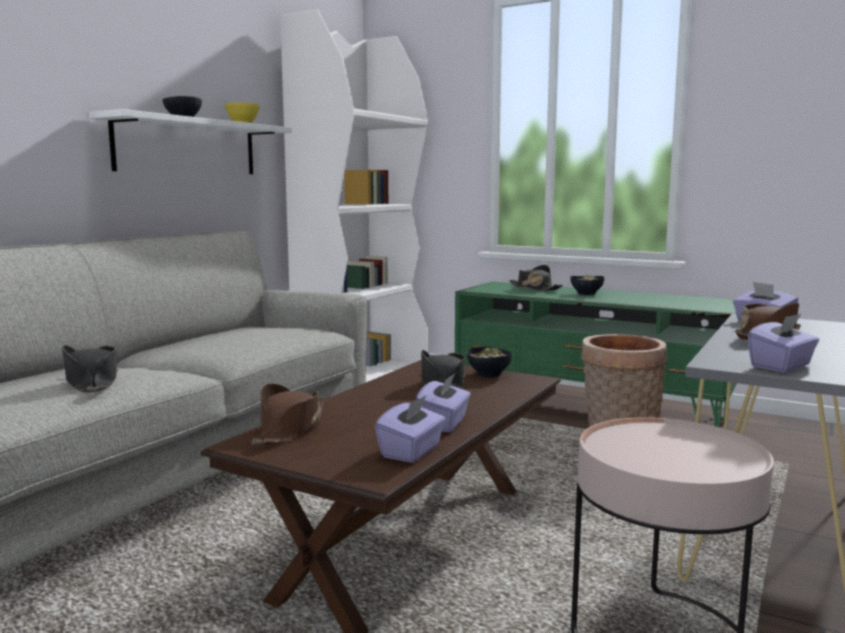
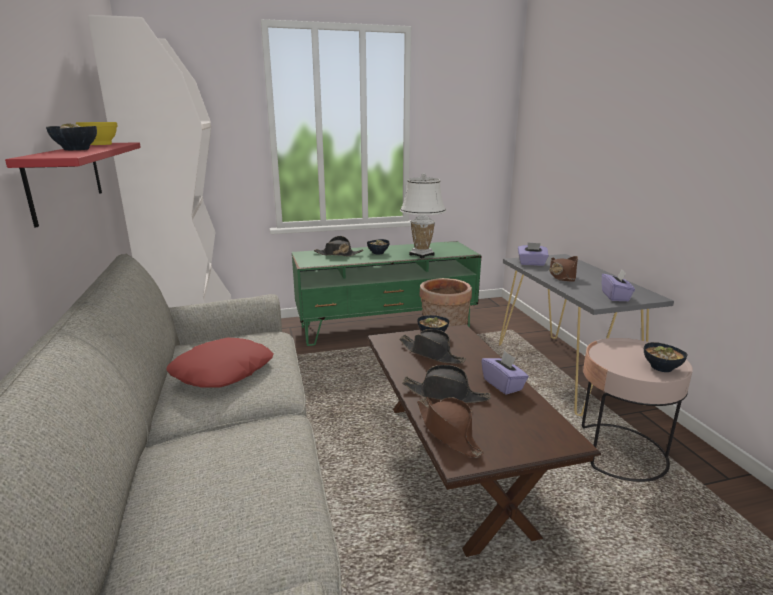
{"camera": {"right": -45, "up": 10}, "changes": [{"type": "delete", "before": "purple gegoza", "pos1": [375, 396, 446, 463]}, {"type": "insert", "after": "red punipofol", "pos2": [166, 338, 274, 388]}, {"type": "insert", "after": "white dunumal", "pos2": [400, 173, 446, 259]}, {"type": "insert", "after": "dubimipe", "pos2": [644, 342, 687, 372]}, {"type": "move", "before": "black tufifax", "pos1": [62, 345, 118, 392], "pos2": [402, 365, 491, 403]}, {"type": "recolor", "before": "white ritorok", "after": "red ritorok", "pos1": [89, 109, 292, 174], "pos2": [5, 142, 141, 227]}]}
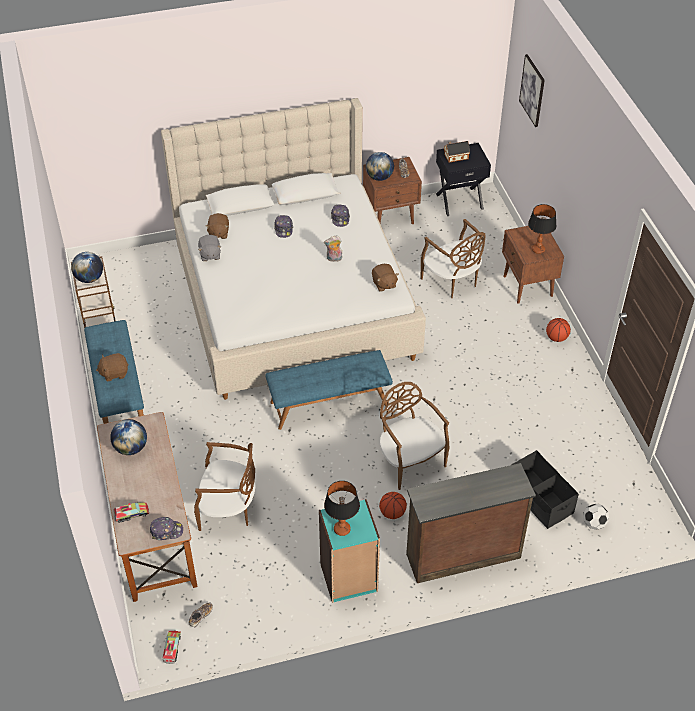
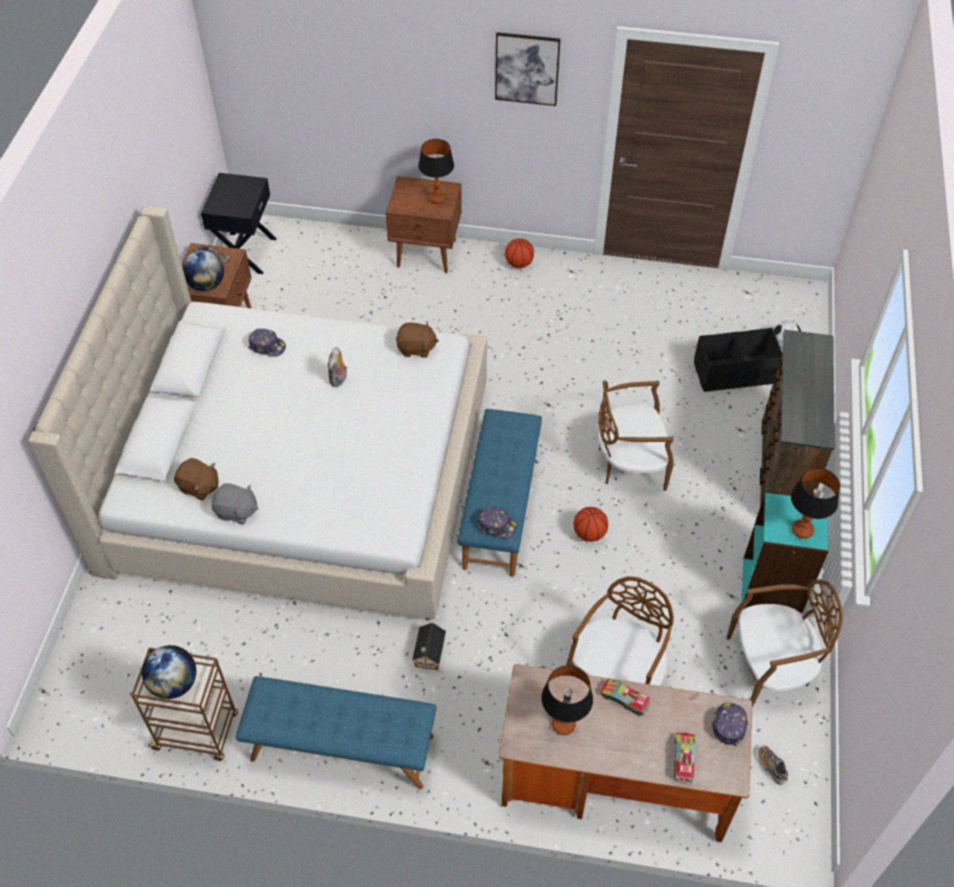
{"camera": {"right": -65, "up": 5}, "changes": [{"type": "delete", "before": "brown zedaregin", "pos1": [96, 353, 129, 381]}, {"type": "move", "before": "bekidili", "pos1": [162, 631, 181, 664], "pos2": [600, 679, 651, 716]}, {"type": "move", "before": "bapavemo", "pos1": [274, 215, 293, 238], "pos2": [478, 507, 517, 538]}, {"type": "move", "before": "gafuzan", "pos1": [379, 492, 407, 519], "pos2": [574, 507, 608, 542]}, {"type": "move", "before": "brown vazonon", "pos1": [421, 219, 486, 298], "pos2": [727, 579, 843, 707]}, {"type": "move", "before": "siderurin", "pos1": [444, 141, 470, 163], "pos2": [412, 623, 446, 670]}, {"type": "move", "before": "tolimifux", "pos1": [519, 54, 545, 127], "pos2": [495, 32, 560, 106]}, {"type": "replace", "before": "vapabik", "after": "dunumal", "pos1": [110, 419, 147, 455], "pos2": [541, 665, 593, 735]}]}
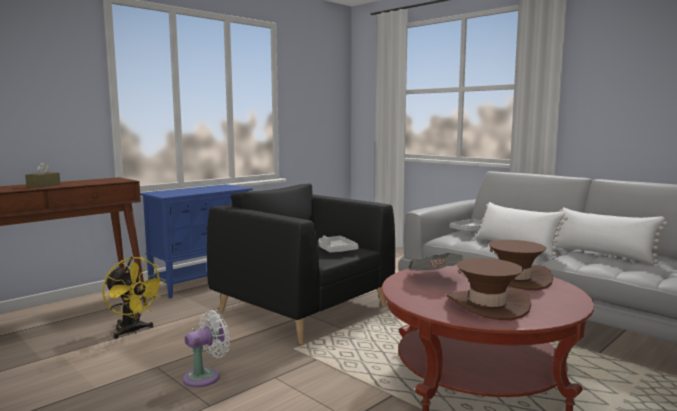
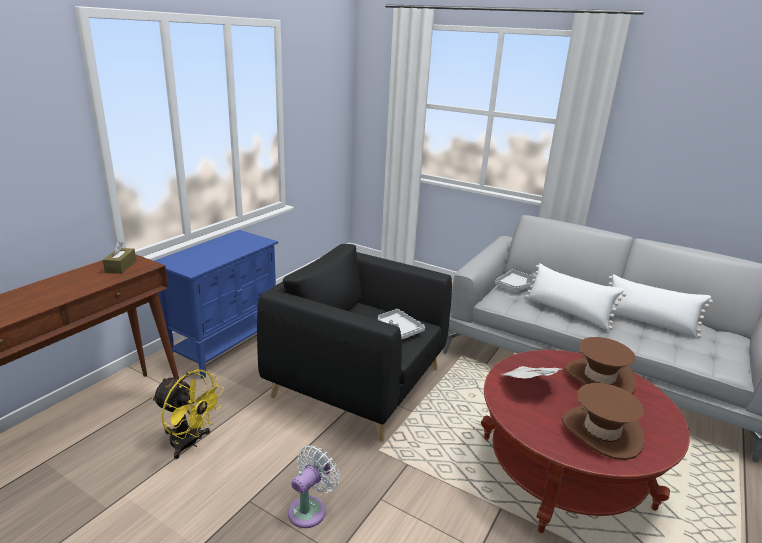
{"camera": {"right": -15, "up": 15}, "changes": [{"type": "move", "before": "brown gegoza", "pos1": [25, 162, 60, 188], "pos2": [103, 241, 136, 274]}]}
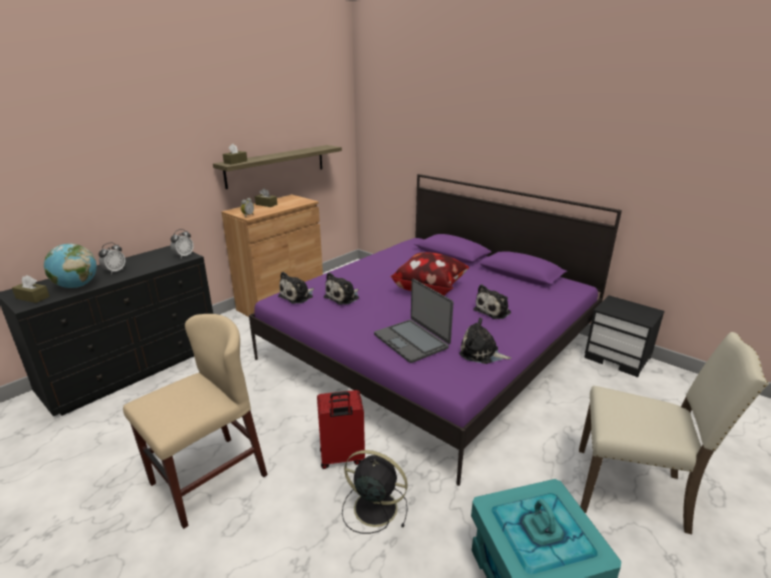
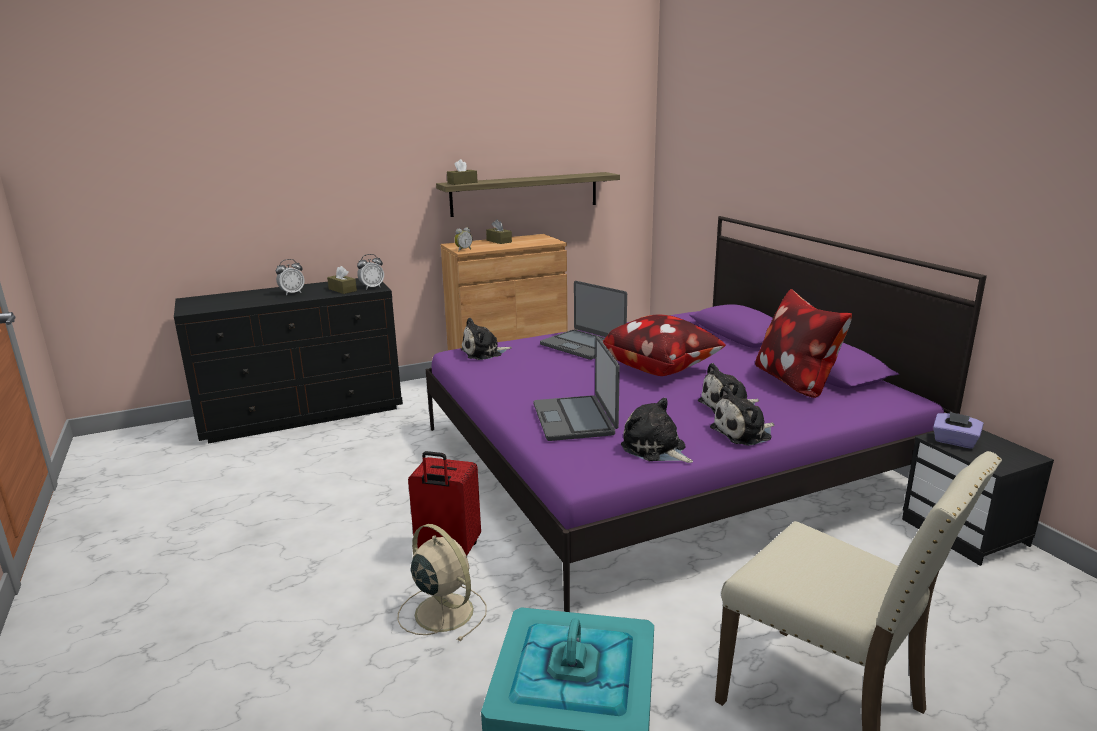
{"camera": {"right": 25, "up": -5}, "changes": [{"type": "delete", "before": "vapabik", "pos1": [44, 243, 97, 288]}, {"type": "delete", "before": "beige vazonon", "pos1": [123, 314, 267, 529]}, {"type": "insert", "after": "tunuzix", "pos2": [540, 281, 627, 360]}, {"type": "insert", "after": "punipofol", "pos2": [755, 289, 852, 398]}, {"type": "insert", "after": "purple gegoza", "pos2": [933, 412, 984, 449]}, {"type": "move", "before": "brown gegoza", "pos1": [12, 275, 50, 303], "pos2": [327, 266, 357, 294]}, {"type": "move", "before": "zedaregin", "pos1": [324, 272, 359, 305], "pos2": [710, 386, 774, 446]}, {"type": "recolor", "before": "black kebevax", "after": "beige kebevax", "pos1": [342, 450, 408, 534], "pos2": [397, 524, 487, 641]}]}
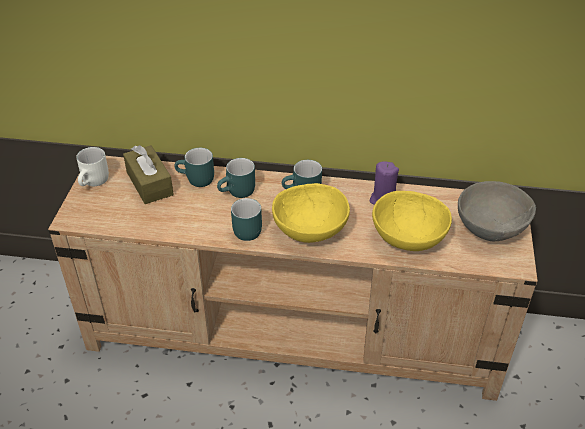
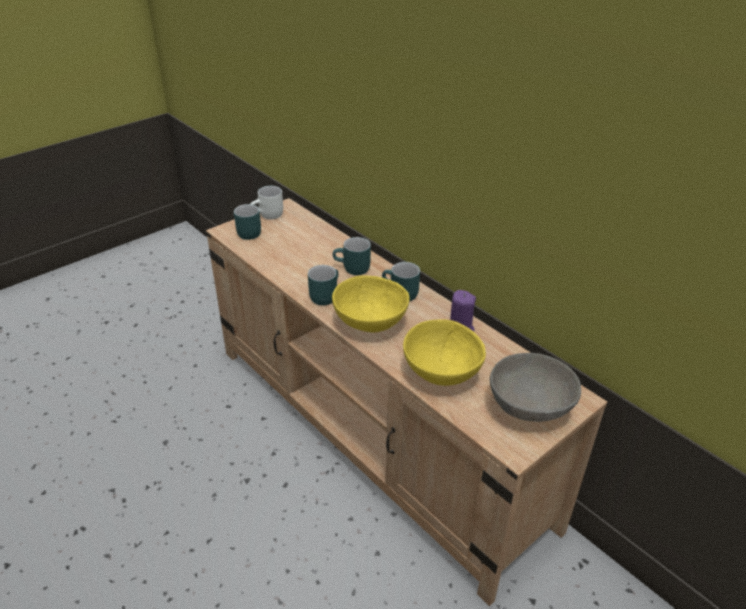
{"camera": {"right": 40, "up": -5}, "changes": [{"type": "delete", "before": "brown gegoza", "pos1": [123, 145, 174, 204]}, {"type": "move", "before": "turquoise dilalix", "pos1": [175, 148, 214, 187], "pos2": [234, 204, 261, 240]}]}
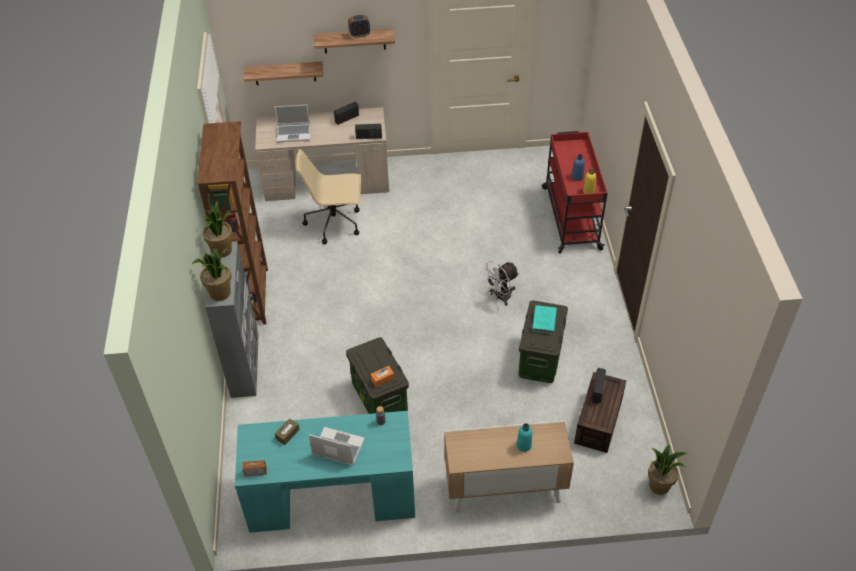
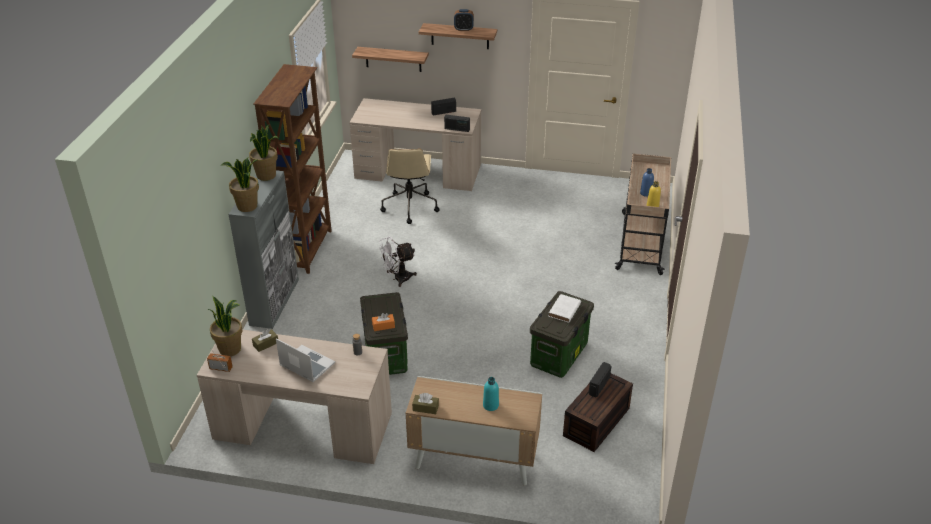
{"camera": {"right": 15, "up": -10}, "changes": [{"type": "delete", "before": "tunuzix", "pos1": [274, 105, 310, 142]}, {"type": "insert", "after": "brown gegoza", "pos2": [412, 393, 439, 414]}, {"type": "move", "before": "white kebevax", "pos1": [480, 261, 519, 306], "pos2": [379, 236, 417, 287]}, {"type": "move", "before": "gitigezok", "pos1": [648, 445, 687, 495], "pos2": [208, 296, 242, 356]}, {"type": "recolor", "before": "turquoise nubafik", "after": "beige nubafik", "pos1": [235, 411, 415, 533], "pos2": [197, 329, 392, 464]}, {"type": "recolor", "before": "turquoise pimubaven", "after": "white pimubaven", "pos1": [532, 305, 557, 334], "pos2": [549, 294, 581, 323]}, {"type": "recolor", "before": "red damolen", "after": "beige damolen", "pos1": [542, 131, 608, 254], "pos2": [615, 154, 671, 275]}, {"type": "rotate", "before": "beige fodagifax", "pos1": [295, 149, 361, 244], "pos2": [380, 149, 440, 224], "turn": -105}]}
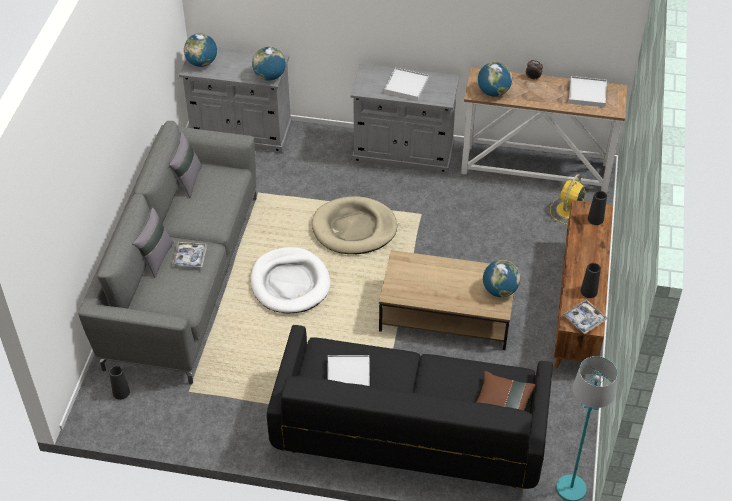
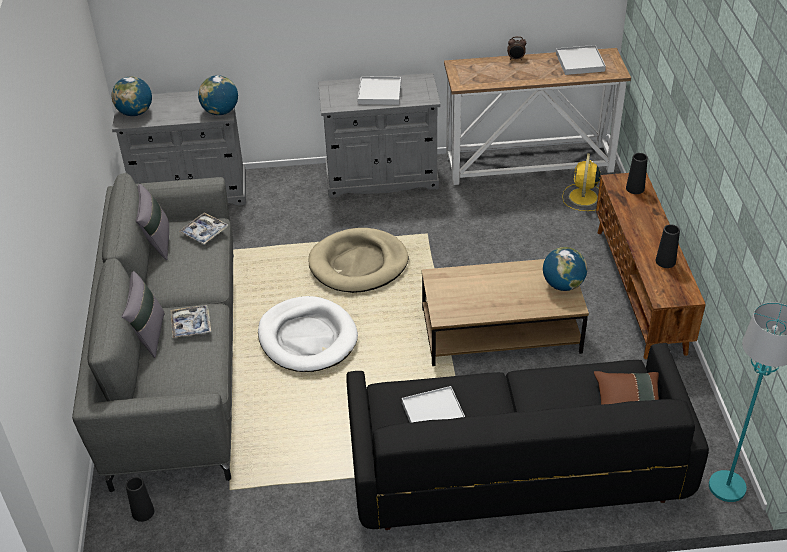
{"camera": {"right": -15, "up": -5}, "changes": [{"type": "delete", "before": "vapabik", "pos1": [478, 62, 512, 97]}, {"type": "move", "before": "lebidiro", "pos1": [563, 299, 607, 334], "pos2": [179, 212, 228, 244]}]}
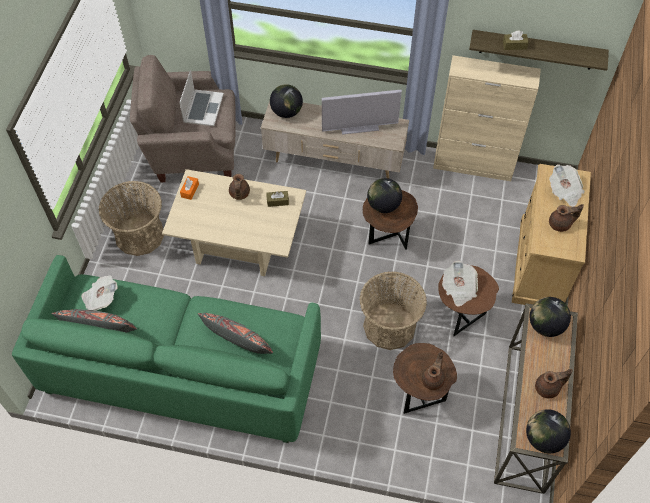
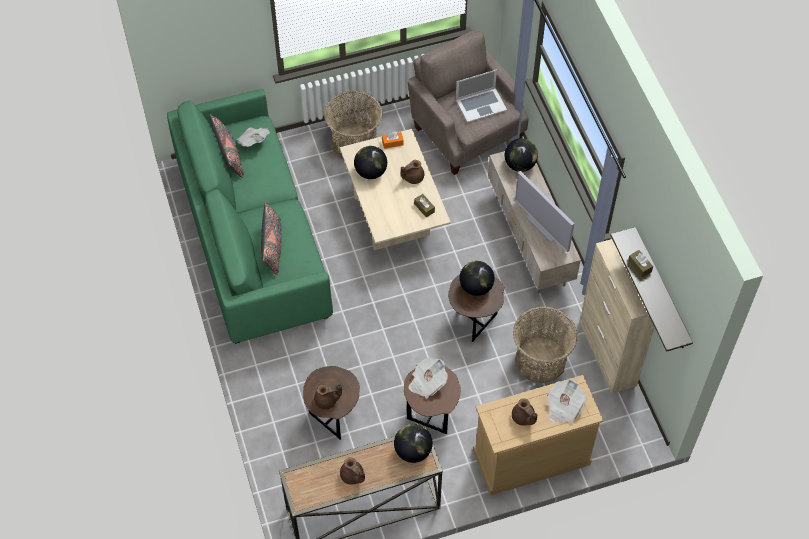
{"camera": {"right": 60, "up": 0}, "changes": [{"type": "move", "before": "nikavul", "pos1": [360, 271, 427, 350], "pos2": [513, 306, 578, 383]}, {"type": "move", "before": "vapabik", "pos1": [526, 409, 571, 453], "pos2": [354, 146, 387, 179]}]}
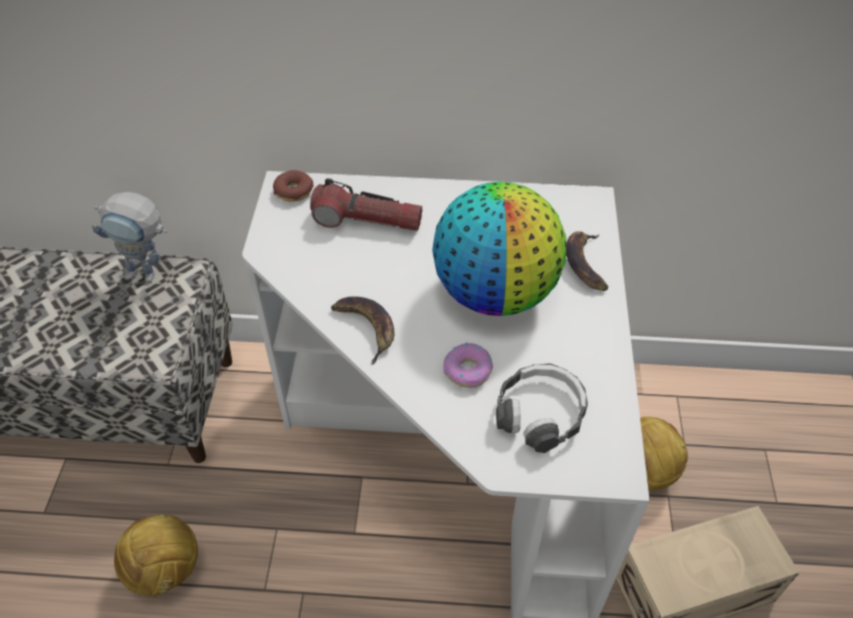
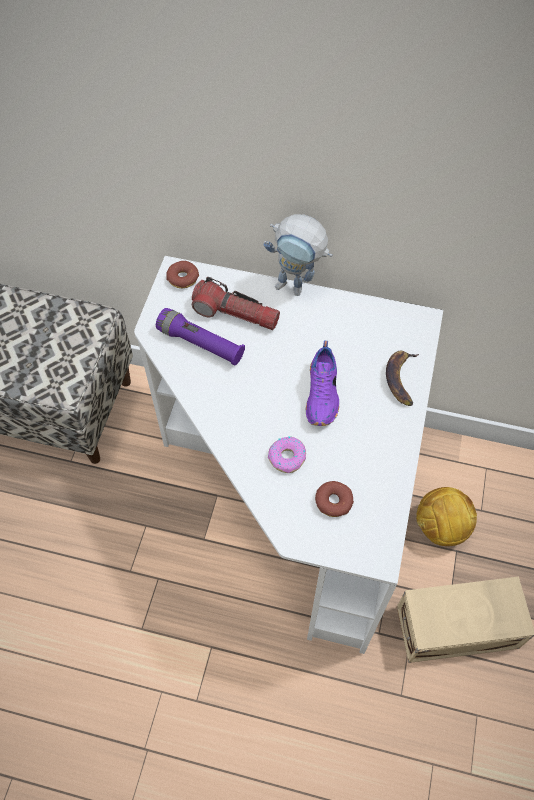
{"camera": {"right": 10, "up": 10}, "changes": [{"type": "delete", "before": "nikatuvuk", "pos1": [114, 514, 198, 597]}, {"type": "delete", "before": "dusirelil", "pos1": [331, 296, 394, 365]}, {"type": "insert", "after": "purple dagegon", "pos2": [156, 308, 245, 366]}, {"type": "move", "before": "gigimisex", "pos1": [92, 192, 167, 283], "pos2": [264, 214, 332, 296]}, {"type": "replace", "before": "vapabik", "after": "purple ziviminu", "pos1": [432, 182, 566, 316], "pos2": [306, 340, 339, 426]}, {"type": "replace", "before": "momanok", "after": "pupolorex", "pos1": [496, 363, 588, 453], "pos2": [315, 481, 354, 517]}]}
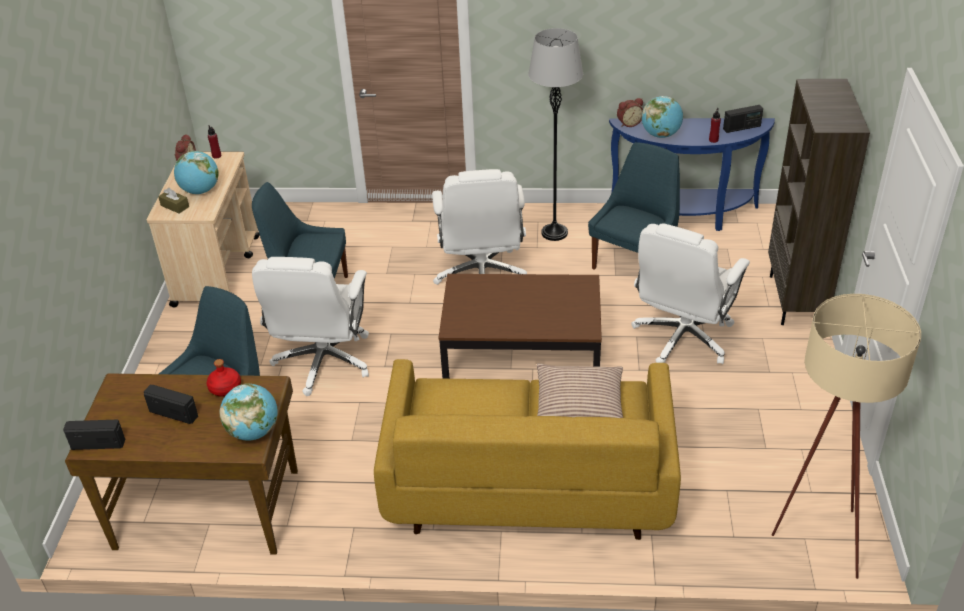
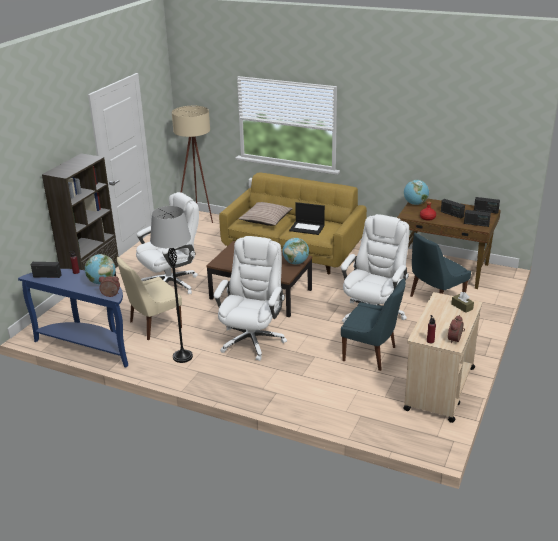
{"camera": {"right": -160, "up": -10}, "changes": [{"type": "insert", "after": "tunuzix", "pos2": [289, 202, 325, 235]}, {"type": "insert", "after": "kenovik", "pos2": [464, 210, 491, 227]}, {"type": "move", "before": "vapabik", "pos1": [174, 151, 219, 194], "pos2": [282, 238, 309, 264]}, {"type": "recolor", "before": "blue vazonon", "after": "beige vazonon", "pos1": [588, 142, 680, 270], "pos2": [117, 257, 182, 341]}]}
